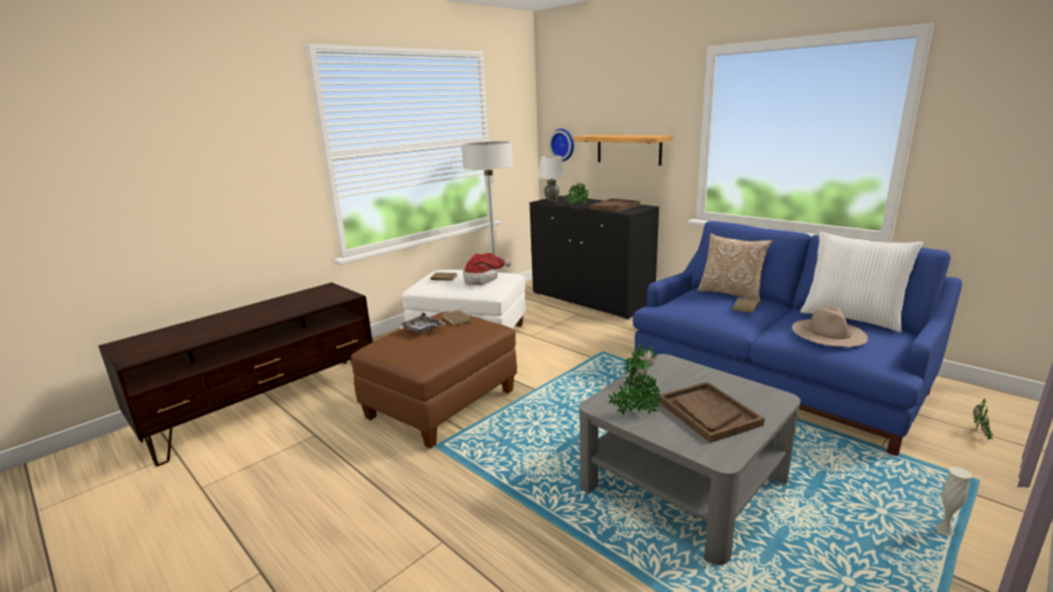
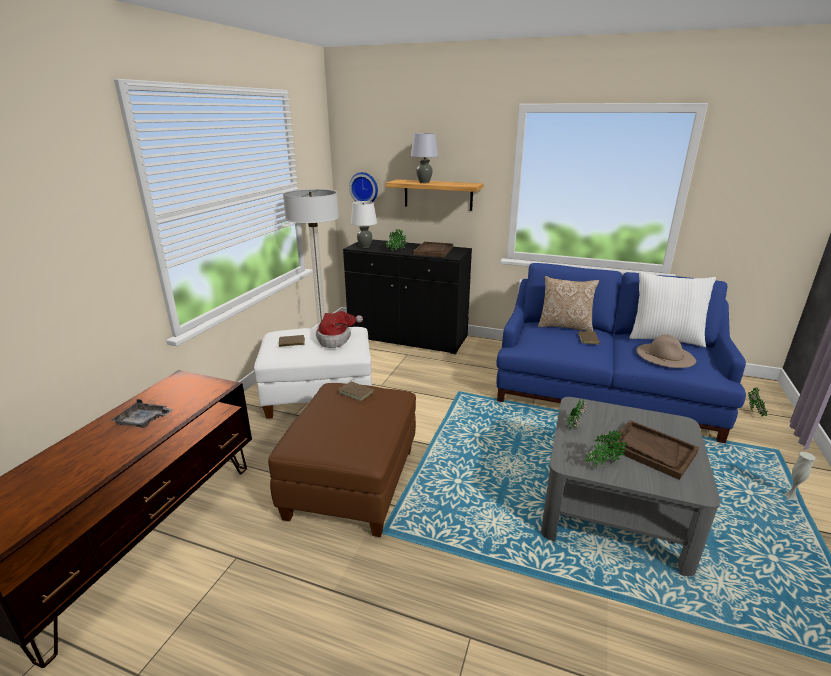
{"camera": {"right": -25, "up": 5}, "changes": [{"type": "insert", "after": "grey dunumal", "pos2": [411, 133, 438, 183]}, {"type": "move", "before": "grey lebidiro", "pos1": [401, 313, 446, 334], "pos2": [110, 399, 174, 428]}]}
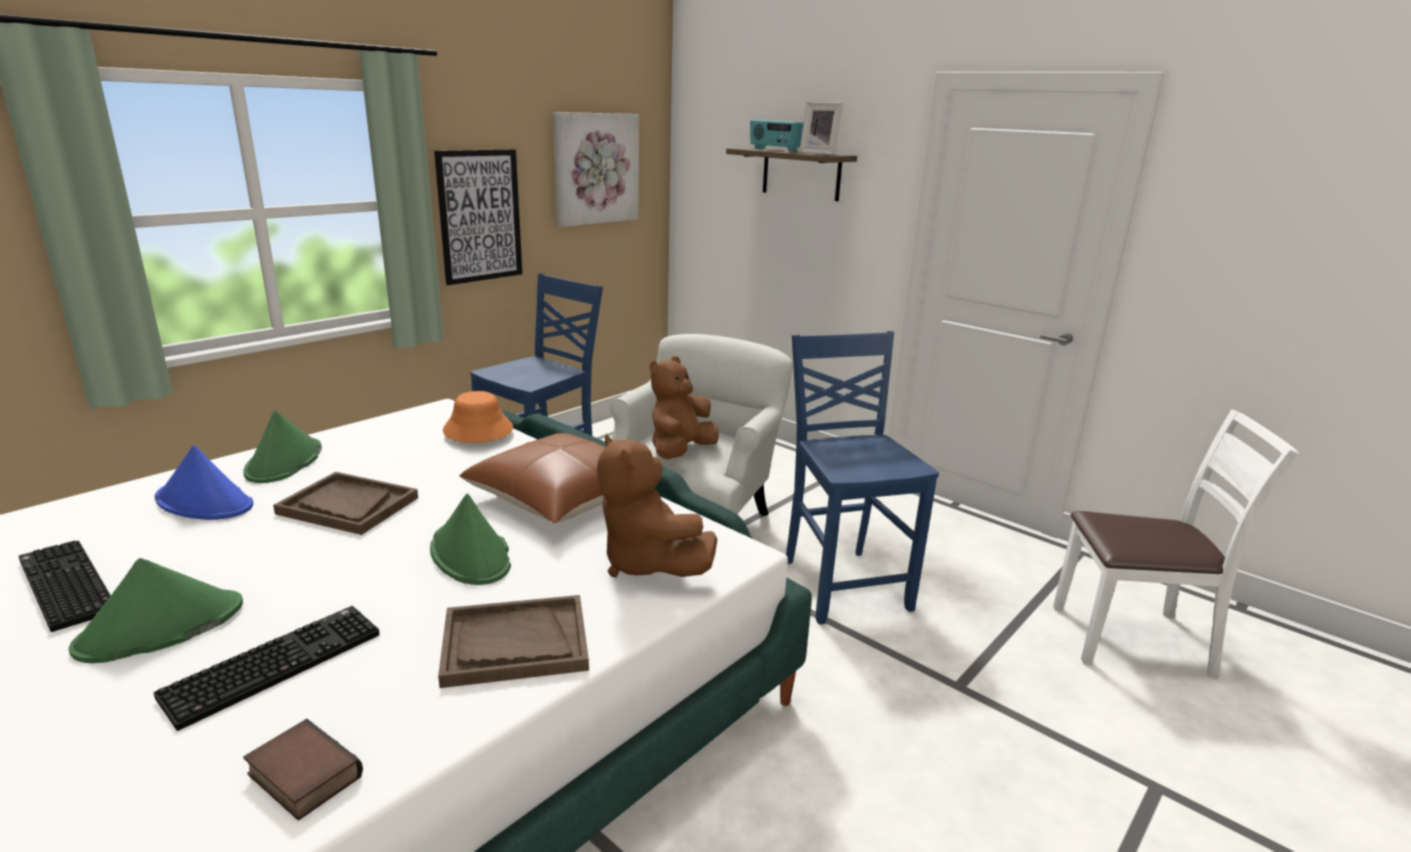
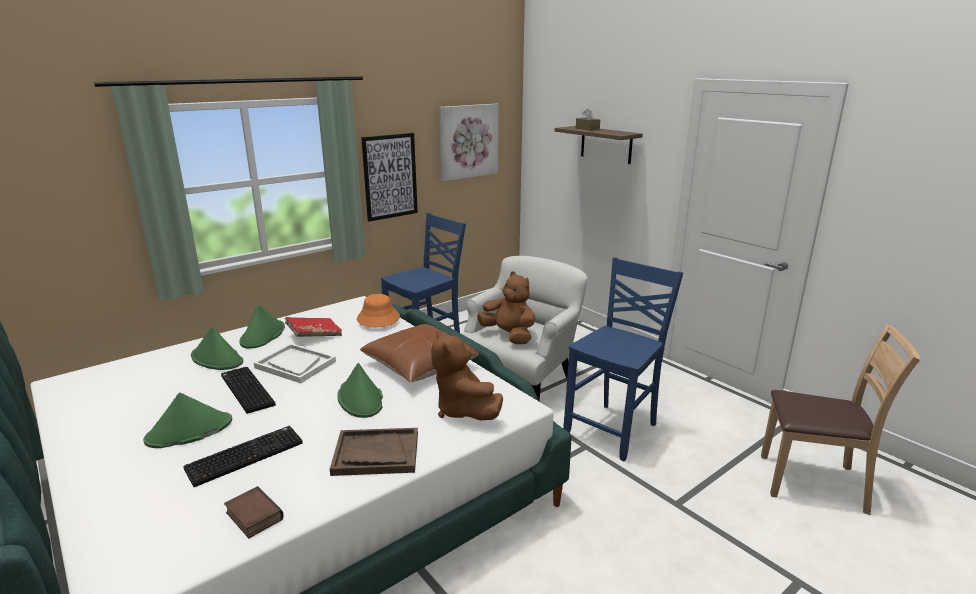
{"camera": {"right": 10, "up": 0}, "changes": [{"type": "delete", "before": "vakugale", "pos1": [799, 102, 843, 155]}, {"type": "insert", "after": "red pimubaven", "pos2": [285, 317, 342, 337]}, {"type": "move", "before": "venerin", "pos1": [19, 541, 111, 632], "pos2": [221, 367, 276, 414]}, {"type": "replace", "before": "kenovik", "after": "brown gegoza", "pos1": [750, 120, 804, 152], "pos2": [576, 109, 600, 131]}, {"type": "recolor", "before": "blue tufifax", "after": "green tufifax", "pos1": [155, 445, 253, 520], "pos2": [191, 326, 243, 370]}, {"type": "recolor", "before": "brown lebidiro", "after": "white lebidiro", "pos1": [273, 472, 418, 535], "pos2": [254, 343, 336, 383]}, {"type": "recolor", "before": "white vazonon", "after": "brown vazonon", "pos1": [1053, 409, 1299, 679], "pos2": [761, 324, 920, 515]}, {"type": "rotate", "before": "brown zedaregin", "pos1": [650, 356, 719, 459], "pos2": [477, 271, 535, 344], "turn": 90}, {"type": "rotate", "before": "blue vazonon", "pos1": [786, 331, 939, 624], "pos2": [563, 257, 683, 461], "turn": 45}]}
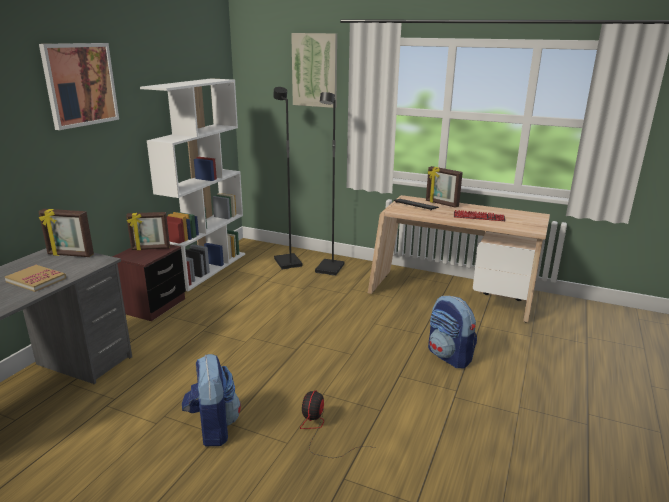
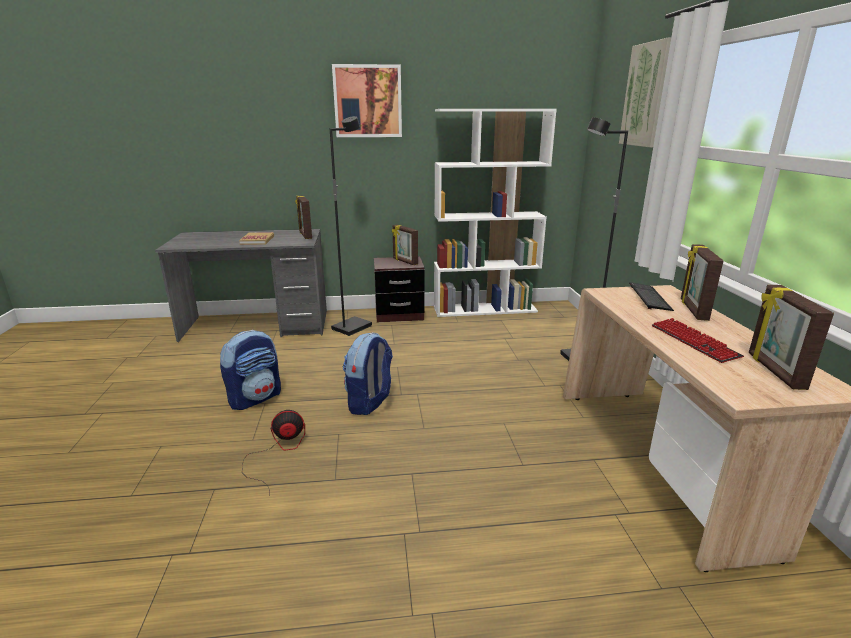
{"camera": {"right": 60, "up": 0}, "changes": [{"type": "insert", "after": "vakugale", "pos2": [749, 285, 834, 390]}, {"type": "move", "before": "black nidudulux", "pos1": [273, 87, 302, 270], "pos2": [330, 116, 372, 336]}, {"type": "move", "before": "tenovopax", "pos1": [428, 296, 477, 368], "pos2": [343, 333, 393, 415]}]}
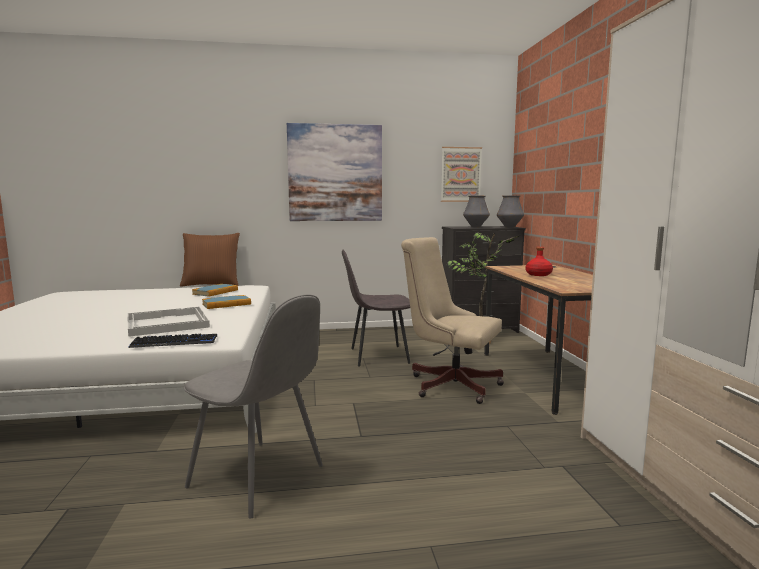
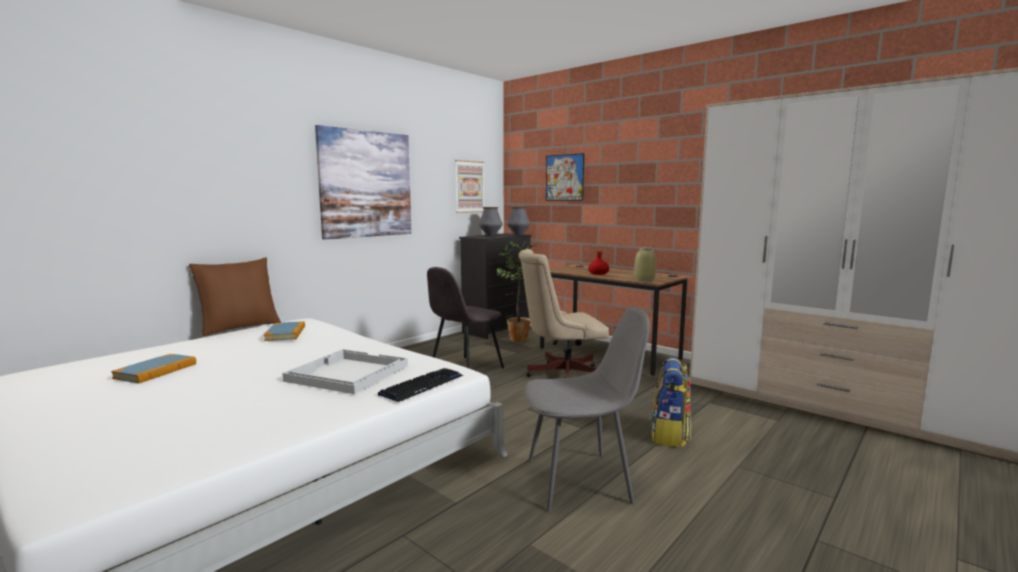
{"camera": {"right": -40, "up": 0}, "changes": [{"type": "insert", "after": "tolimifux", "pos2": [546, 153, 584, 201]}, {"type": "insert", "after": "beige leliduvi", "pos2": [634, 247, 656, 282]}, {"type": "insert", "after": "tenovopax", "pos2": [651, 357, 691, 447]}, {"type": "move", "before": "pimubaven", "pos1": [202, 295, 251, 309], "pos2": [111, 354, 196, 384]}]}
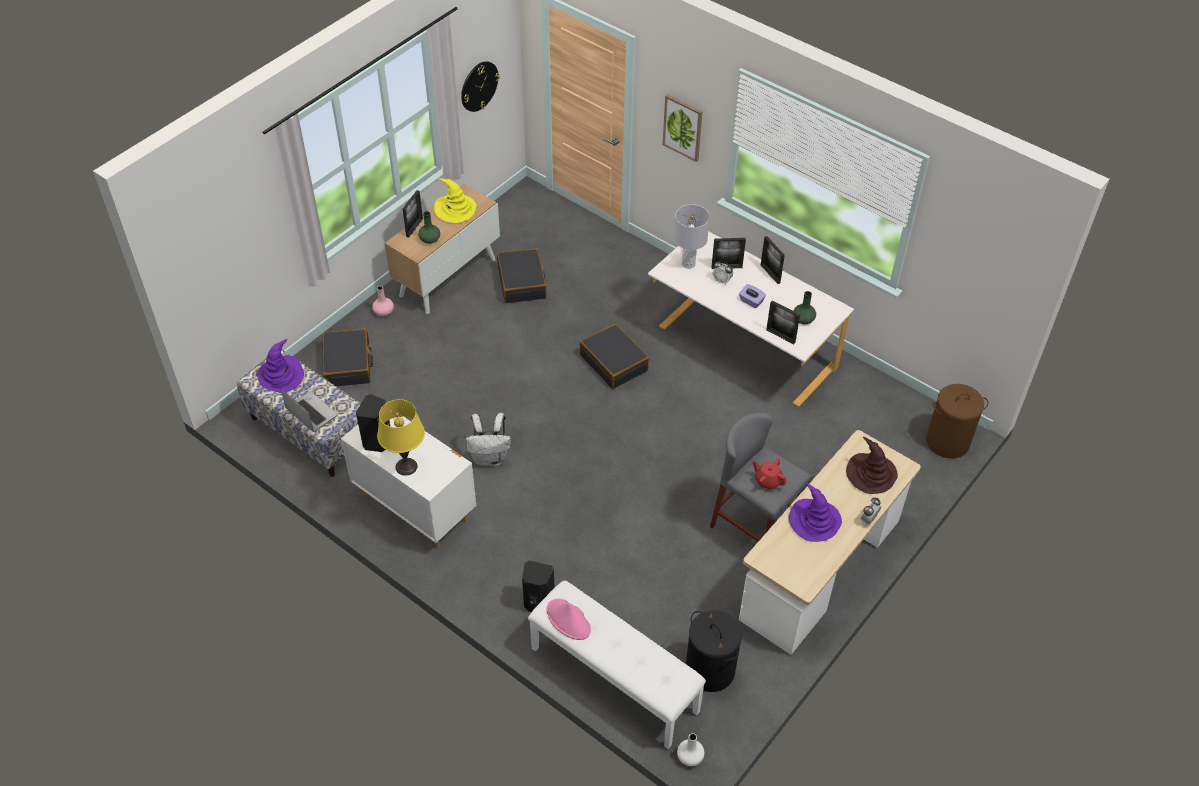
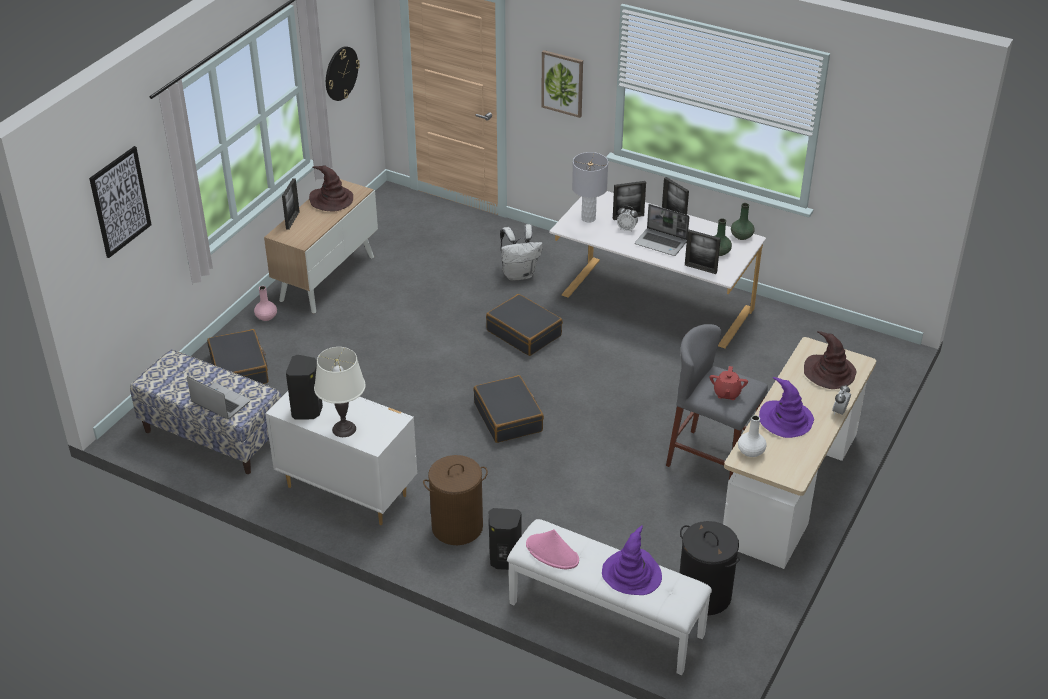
{"camera": {"right": -10, "up": -10}, "changes": [{"type": "insert", "after": "tolimifux", "pos2": [89, 146, 152, 258]}, {"type": "move", "before": "purple tufifax", "pos1": [257, 339, 304, 393], "pos2": [602, 525, 662, 595]}, {"type": "move", "before": "green leliduvi", "pos1": [418, 211, 440, 244], "pos2": [731, 203, 754, 240]}, {"type": "move", "before": "white tenovopax", "pos1": [466, 413, 511, 466], "pos2": [500, 224, 543, 281]}, {"type": "move", "before": "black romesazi", "pos1": [497, 248, 547, 303], "pos2": [473, 375, 544, 443]}, {"type": "move", "before": "white leliduvi", "pos1": [677, 733, 704, 766], "pos2": [738, 415, 766, 457]}, {"type": "move", "before": "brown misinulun", "pos1": [926, 384, 988, 458], "pos2": [423, 455, 488, 545]}, {"type": "replace", "before": "purple gegoza", "after": "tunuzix", "pos1": [739, 284, 766, 308], "pos2": [635, 204, 689, 256]}, {"type": "recolor", "before": "yellow dunumal", "after": "white dunumal", "pos1": [377, 399, 425, 476], "pos2": [314, 347, 366, 437]}, {"type": "recolor", "before": "yellow tufifax", "after": "brown tufifax", "pos1": [434, 178, 476, 223], "pos2": [309, 165, 353, 211]}, {"type": "rotate", "before": "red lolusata", "pos1": [753, 458, 786, 490], "pos2": [710, 366, 748, 400], "turn": -105}]}
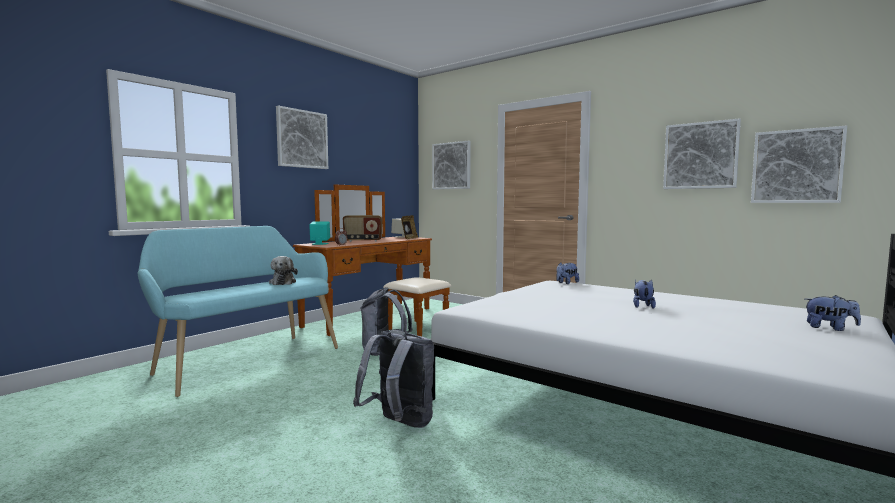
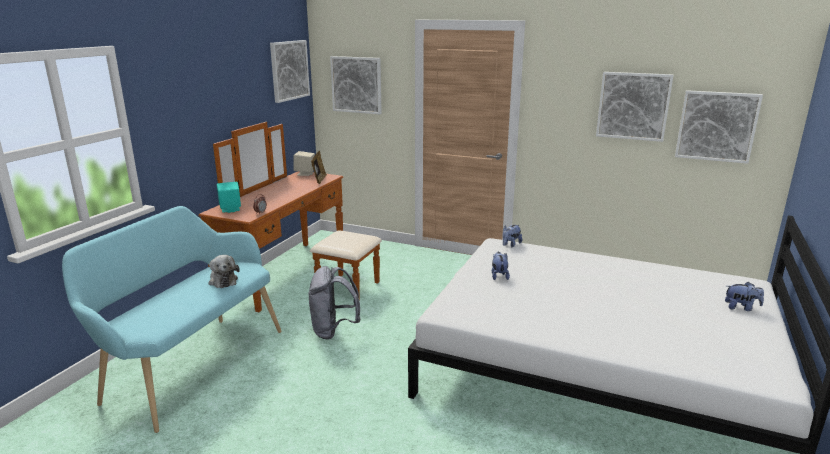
{"camera": {"right": -15, "up": 15}, "changes": [{"type": "delete", "before": "kenovik", "pos1": [343, 215, 382, 242]}, {"type": "delete", "before": "grey tenovopax", "pos1": [353, 330, 434, 428]}, {"type": "move", "before": "tolimifux", "pos1": [276, 106, 328, 169], "pos2": [270, 40, 310, 103]}, {"type": "move", "before": "zedaregin", "pos1": [633, 280, 656, 309], "pos2": [492, 252, 510, 280]}]}
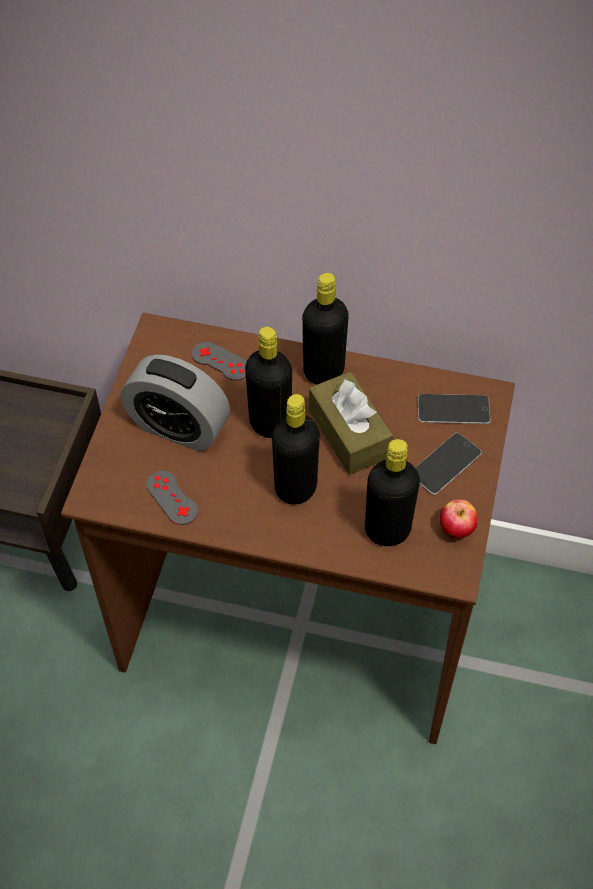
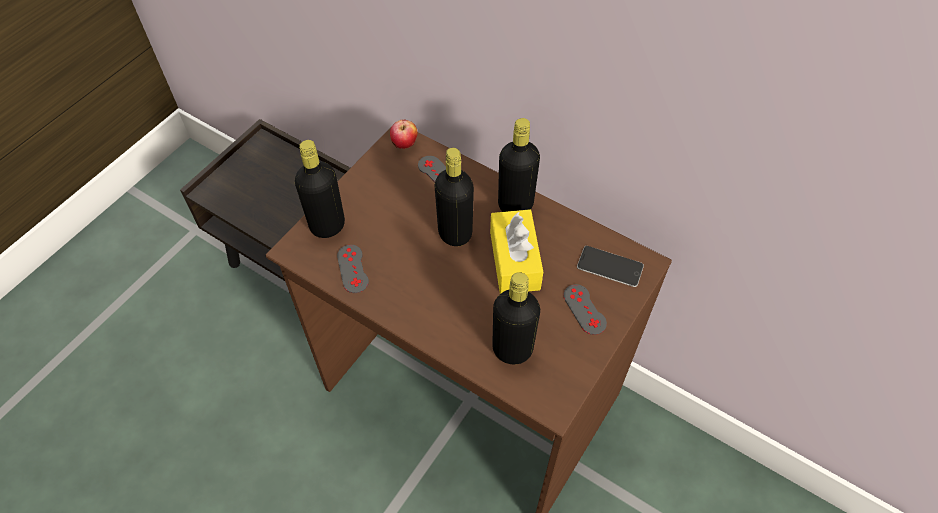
{"camera": {"right": 20, "up": 0}, "changes": [{"type": "delete", "before": "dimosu", "pos1": [121, 354, 230, 451]}, {"type": "move", "before": "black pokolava", "pos1": [272, 394, 320, 505], "pos2": [295, 140, 345, 238]}, {"type": "move", "before": "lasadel", "pos1": [440, 499, 477, 539], "pos2": [390, 119, 418, 149]}, {"type": "replace", "before": "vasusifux", "after": "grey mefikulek", "pos1": [415, 433, 482, 495], "pos2": [563, 284, 607, 335]}, {"type": "recolor", "before": "brown gegoza", "after": "yellow gegoza", "pos1": [309, 372, 393, 475], "pos2": [490, 209, 543, 294]}]}
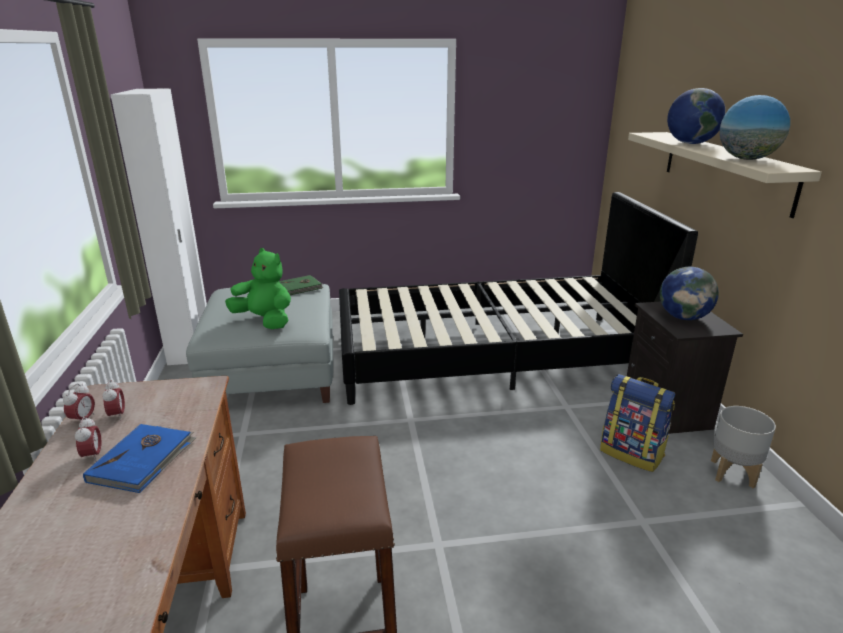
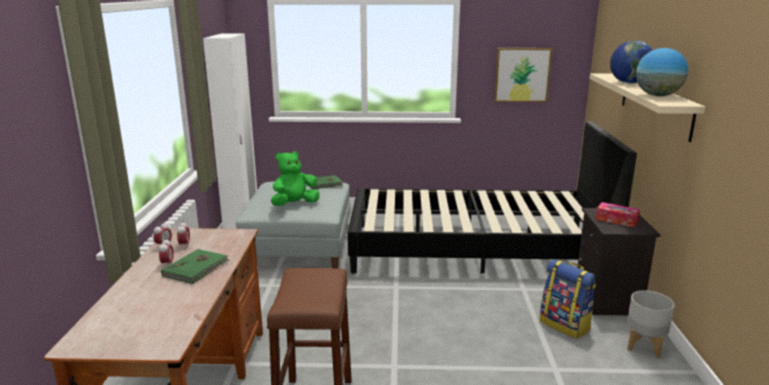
{"camera": {"right": 10, "up": -5}, "changes": [{"type": "insert", "after": "tolimifux", "pos2": [494, 48, 553, 102]}, {"type": "replace", "before": "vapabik", "after": "gegoza", "pos1": [660, 267, 719, 320], "pos2": [596, 202, 640, 227]}, {"type": "recolor", "before": "blue pimubaven", "after": "green pimubaven", "pos1": [83, 424, 196, 493], "pos2": [161, 249, 230, 284]}, {"type": "rotate", "before": "green zedaregin", "pos1": [225, 248, 291, 329], "pos2": [271, 151, 320, 206], "turn": -75}]}
